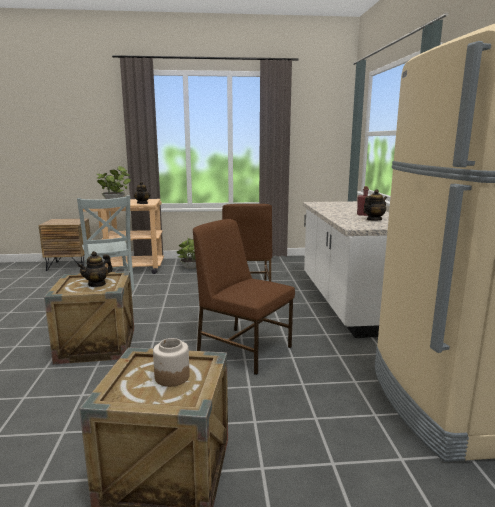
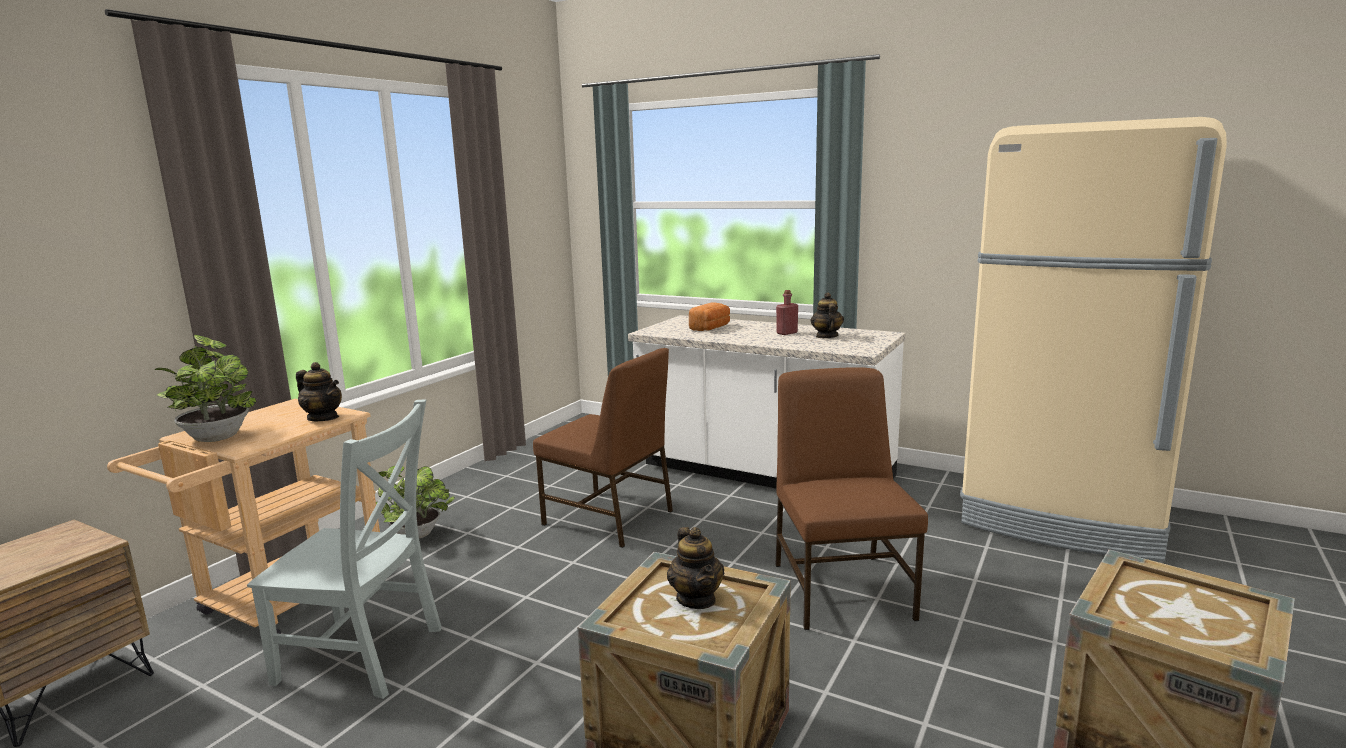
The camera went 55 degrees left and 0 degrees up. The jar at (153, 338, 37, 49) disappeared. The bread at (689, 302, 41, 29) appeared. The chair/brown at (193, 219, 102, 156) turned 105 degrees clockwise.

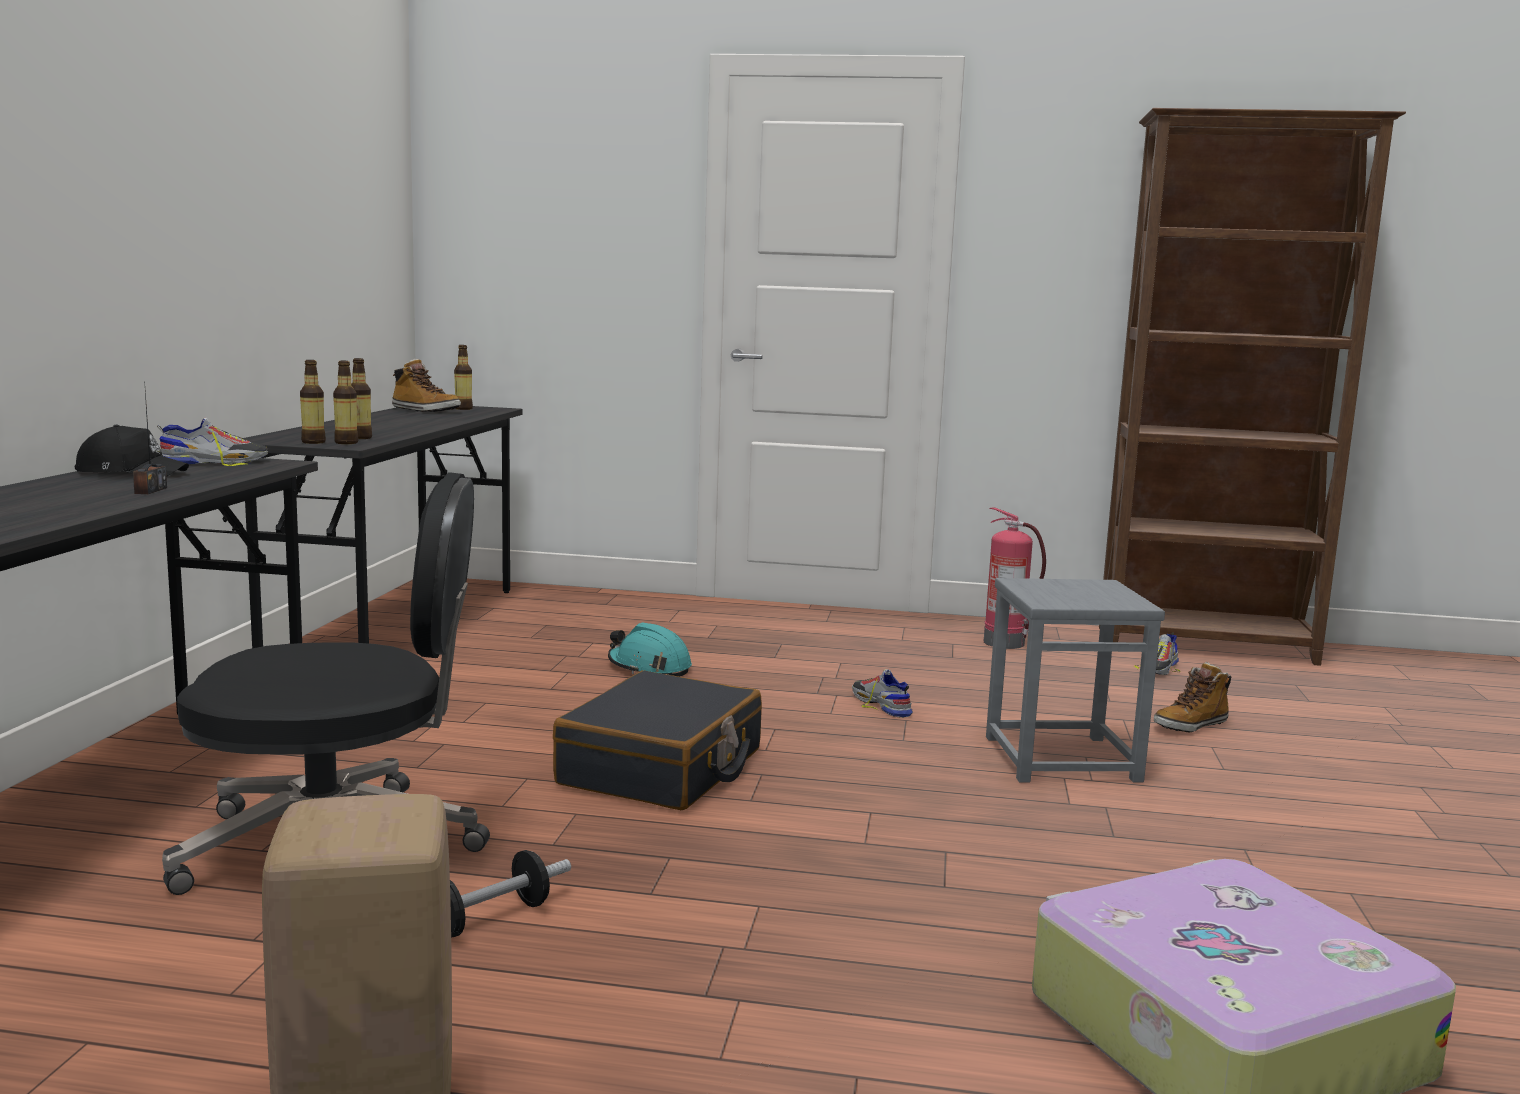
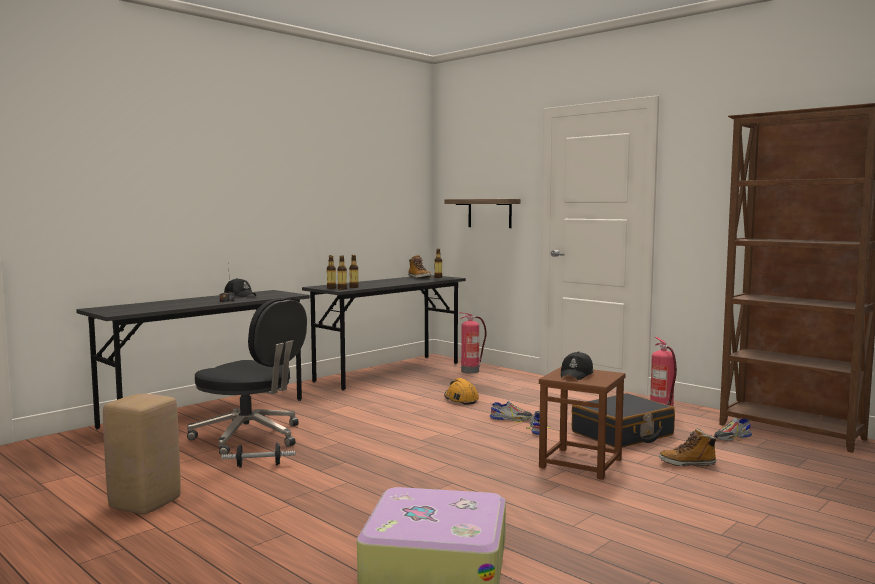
The camera went 35 degrees right and 5 degrees down. The shelf at (445, 199, 75, 29) appeared. The fire extinguisher at (459, 312, 27, 62) appeared. The cap/black at (561, 351, 32, 29) appeared. The shoe moved from (157, 418, 112, 48) to (490, 401, 42, 22). The suitcase/black moved from (553, 671, 209, 139) to (572, 393, 103, 55). The hard hat/turquoise at (608, 622, 84, 55) became the hard hat/orange at (444, 378, 35, 27). The stool/grey at (986, 578, 179, 205) became the stool/brown at (539, 366, 87, 114).

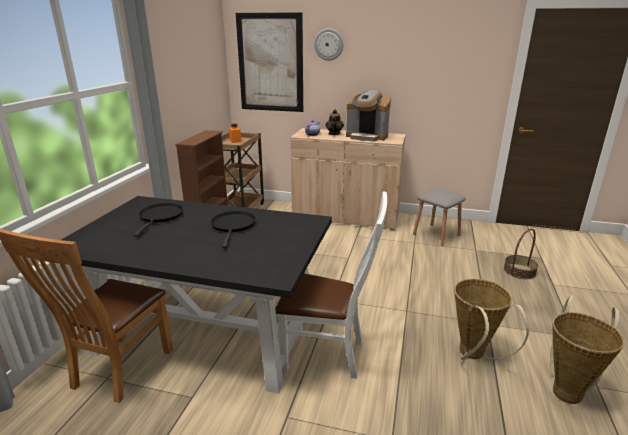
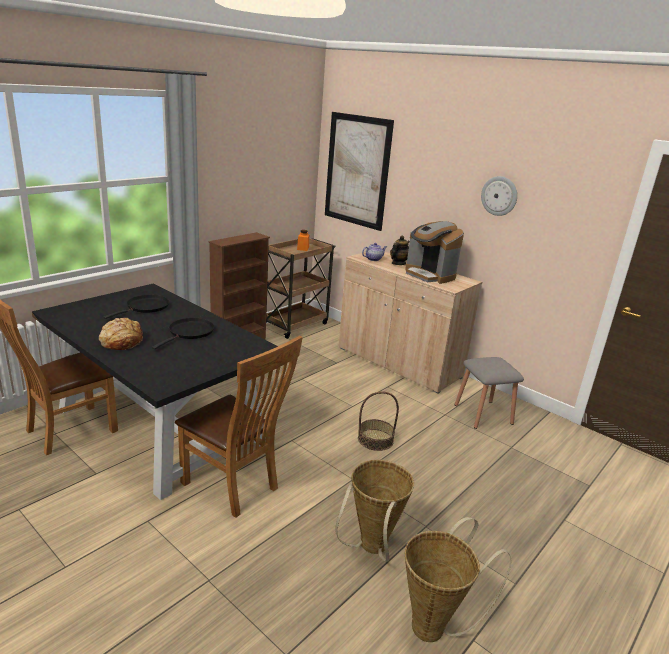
The camera went 25 degrees right and 0 degrees up. The bread at (99, 318, 44, 32) appeared. The wall clock moved from (314, 28, 30, 33) to (481, 176, 36, 40). The basket moved from (503, 229, 35, 50) to (358, 391, 41, 60). The chair/white at (275, 191, 112, 188) became the chair/brown at (175, 336, 128, 182).

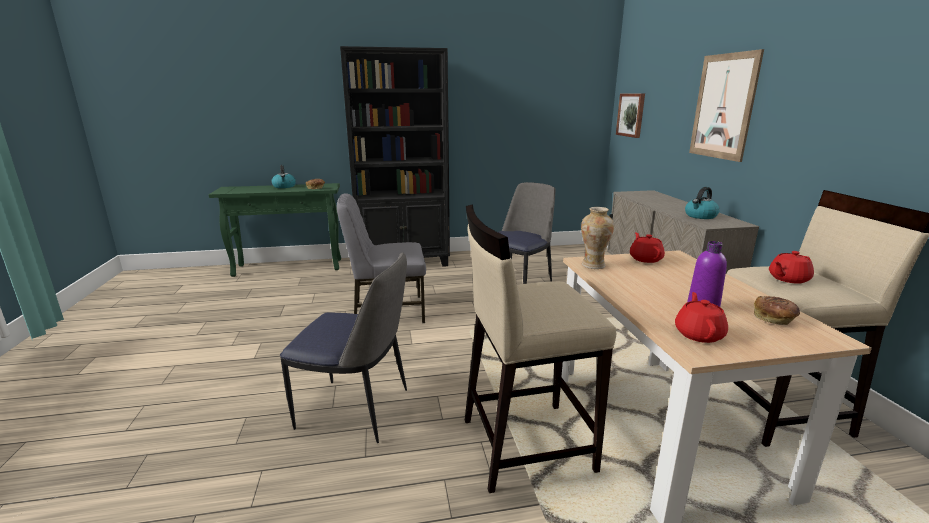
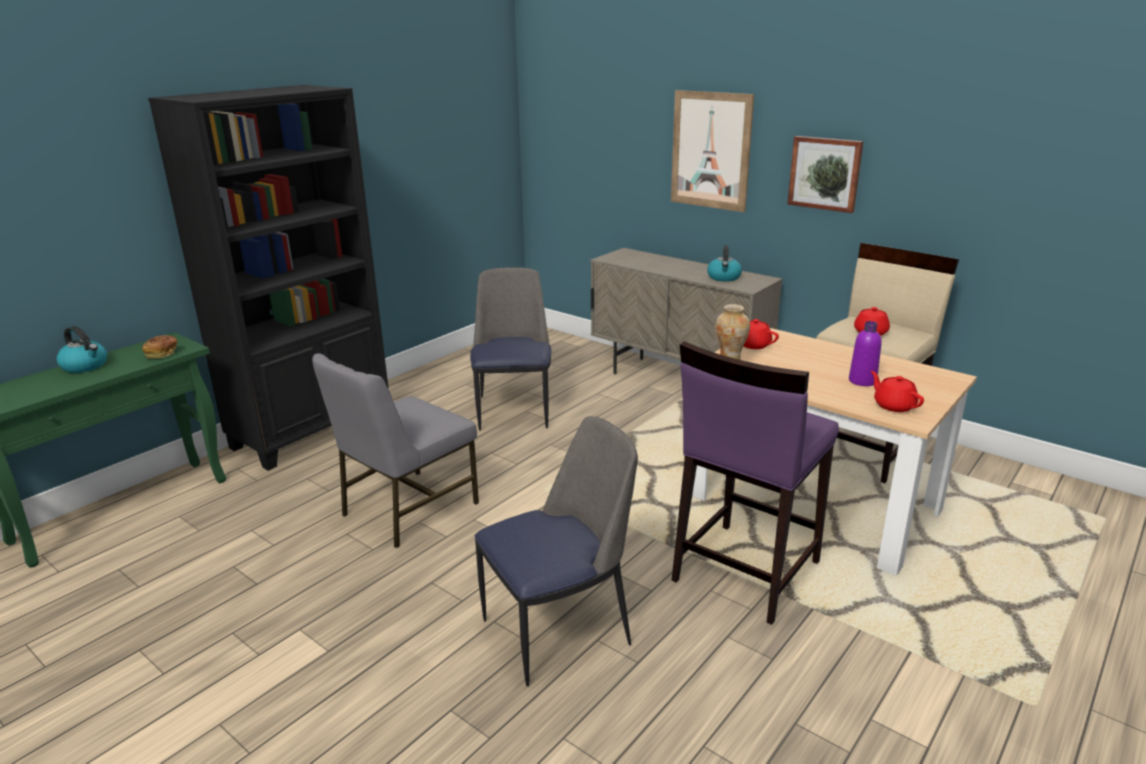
The camera went 40 degrees left and 5 degrees up. The bread at (754, 296, 46, 29) disappeared. The picture moved from (616, 93, 29, 45) to (788, 136, 76, 77). The stool/beige at (465, 204, 151, 289) became the stool/purple at (672, 341, 167, 284).

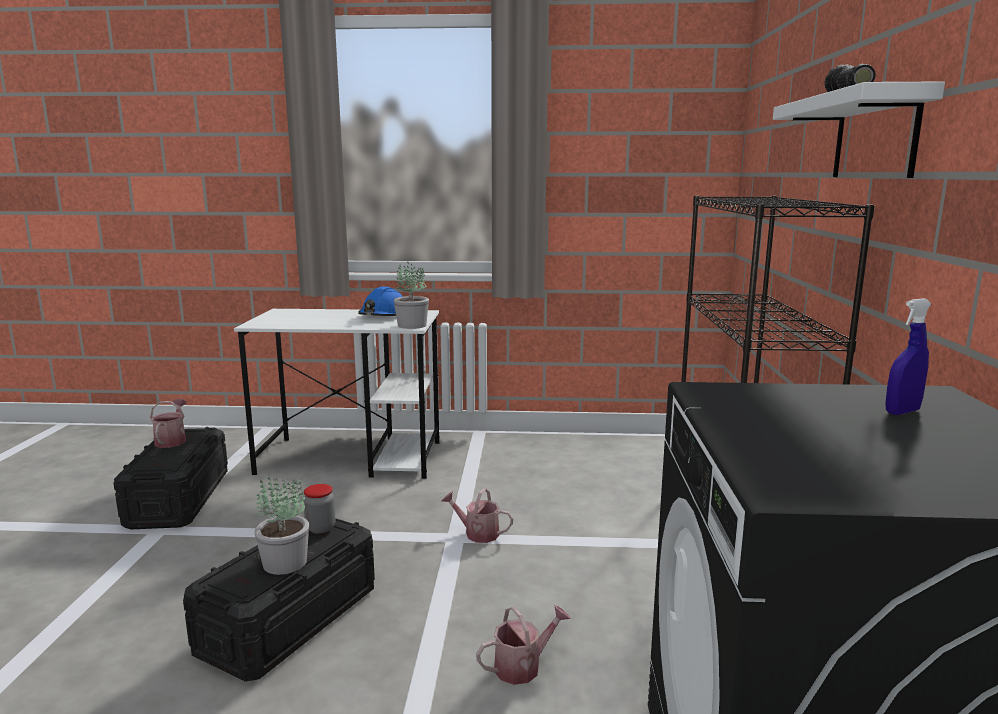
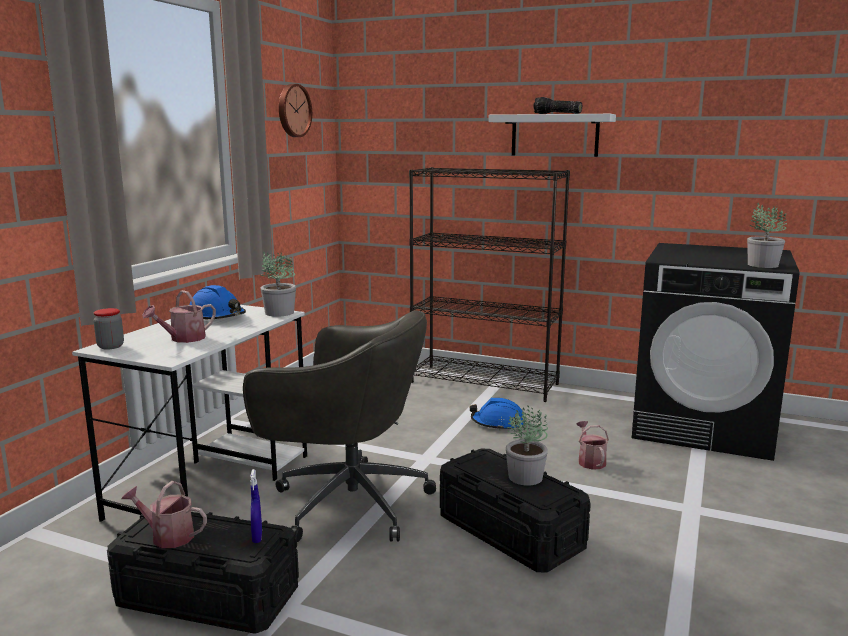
The camera went 70 degrees left and 0 degrees up. The office chair/grey at (243, 310, 193, 232) appeared. The wall clock at (279, 84, 33, 53) appeared. The hard hat/blue at (470, 398, 55, 33) appeared. The potted plant at (747, 202, 40, 66) appeared. The jar moved from (303, 484, 32, 50) to (93, 308, 31, 42). The watering can moved from (442, 488, 71, 55) to (142, 290, 74, 53). The spray bottle/blue moved from (885, 298, 46, 117) to (250, 469, 12, 74).

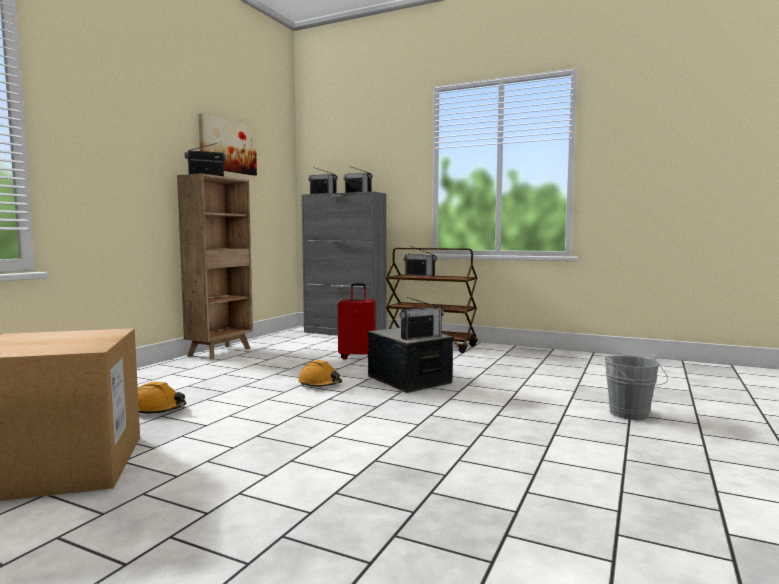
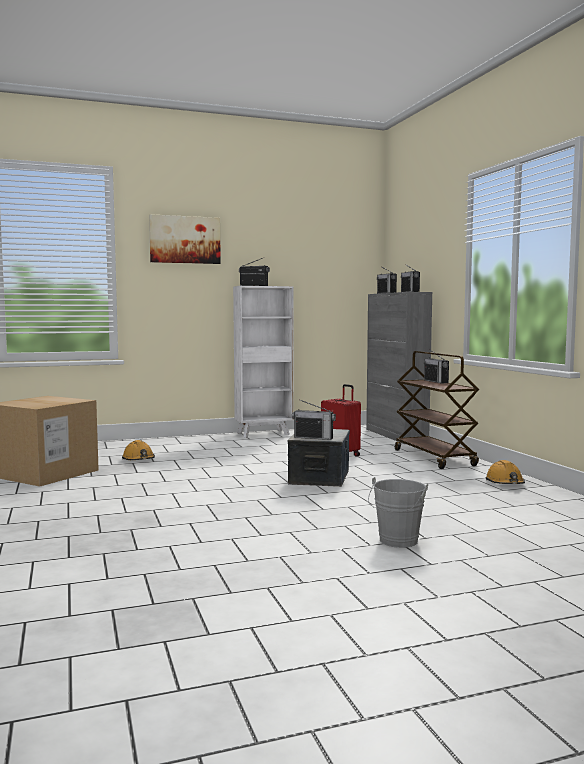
The camera went 45 degrees right and 0 degrees up. The picture moved from (199, 113, 58, 63) to (149, 214, 72, 50). The hard hat/orange moved from (298, 360, 44, 27) to (486, 460, 39, 24). The bookcase/brown at (177, 173, 76, 187) became the bookcase/white at (233, 286, 61, 152).

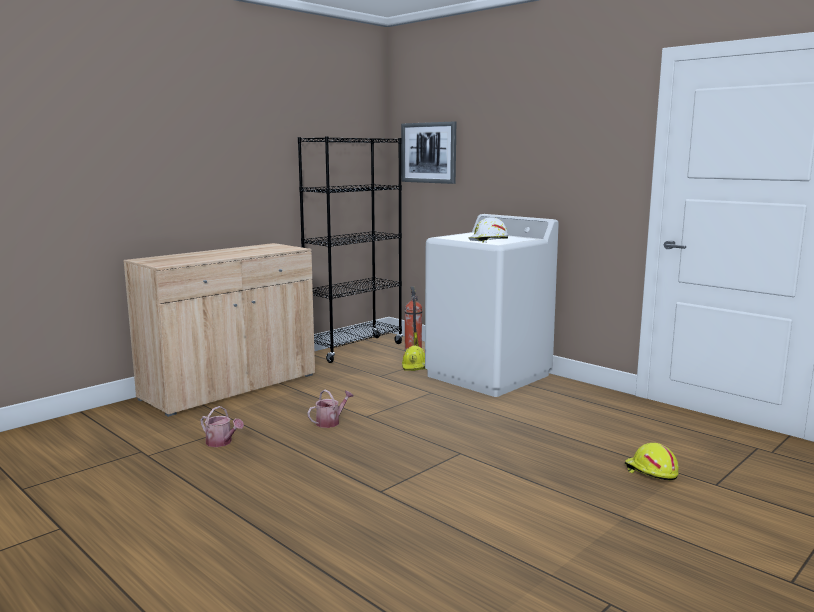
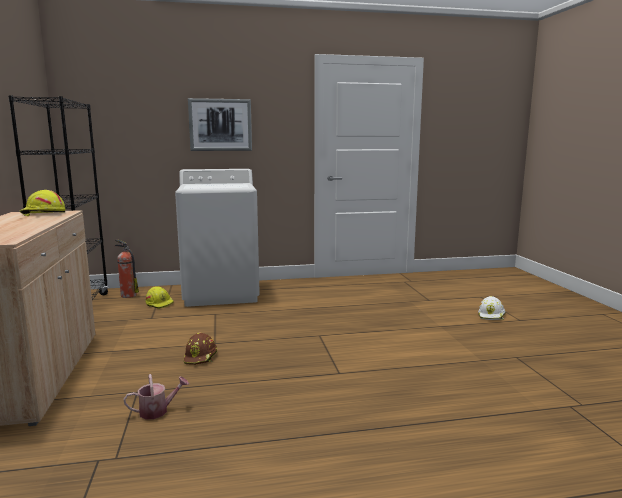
The camera went 55 degrees left and 0 degrees up. The picture moved from (401, 121, 55, 63) to (188, 98, 64, 53). The hard hat/white moved from (469, 217, 39, 26) to (478, 296, 28, 24). The hard hat/yellow moved from (625, 443, 54, 37) to (20, 190, 46, 26). The watering can at (307, 390, 47, 38) was replaced by the hard hat/brown at (184, 333, 33, 32).

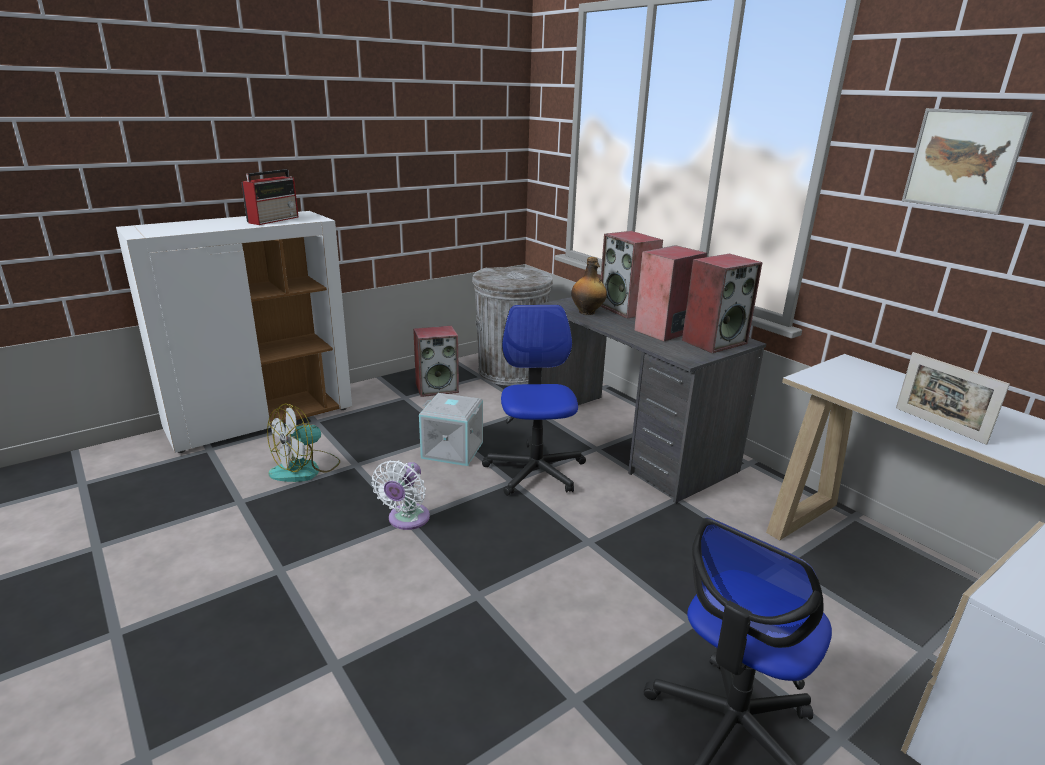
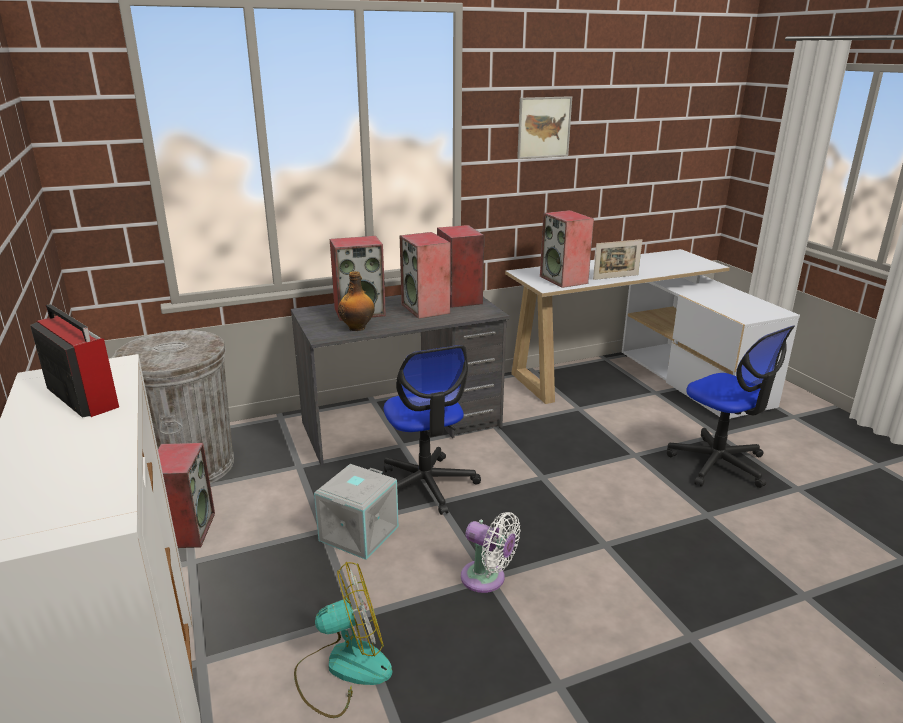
The camera went 75 degrees left and 0 degrees up. The speaker at (540, 210, 54, 78) appeared. The fan at (267, 403, 73, 79) turned 75 degrees counterclockwise. The office chair at (482, 305, 104, 191) turned 120 degrees counterclockwise.

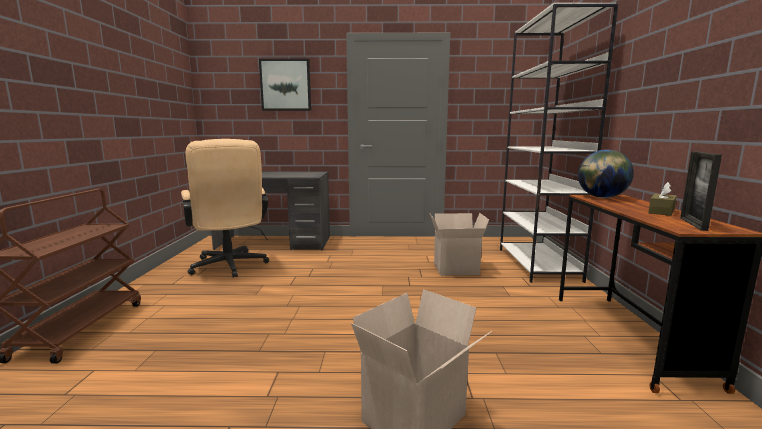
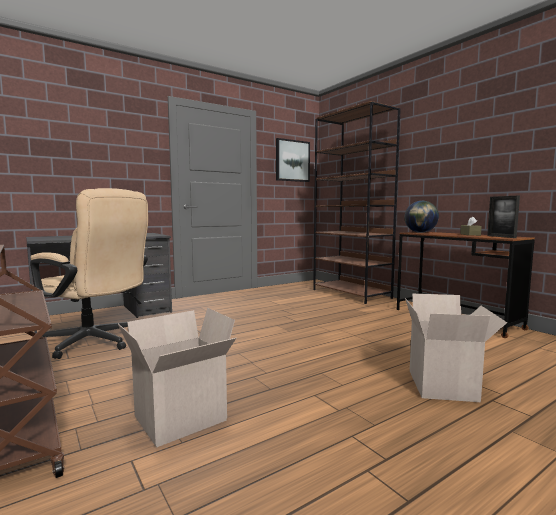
The camera went 35 degrees left and 5 degrees down. The picture moved from (259, 59, 52, 52) to (276, 138, 34, 44). The cardboard box moved from (430, 213, 59, 63) to (118, 308, 118, 140). The bookcase/white at (500, 3, 118, 280) became the bookcase/brown at (313, 101, 88, 203).

